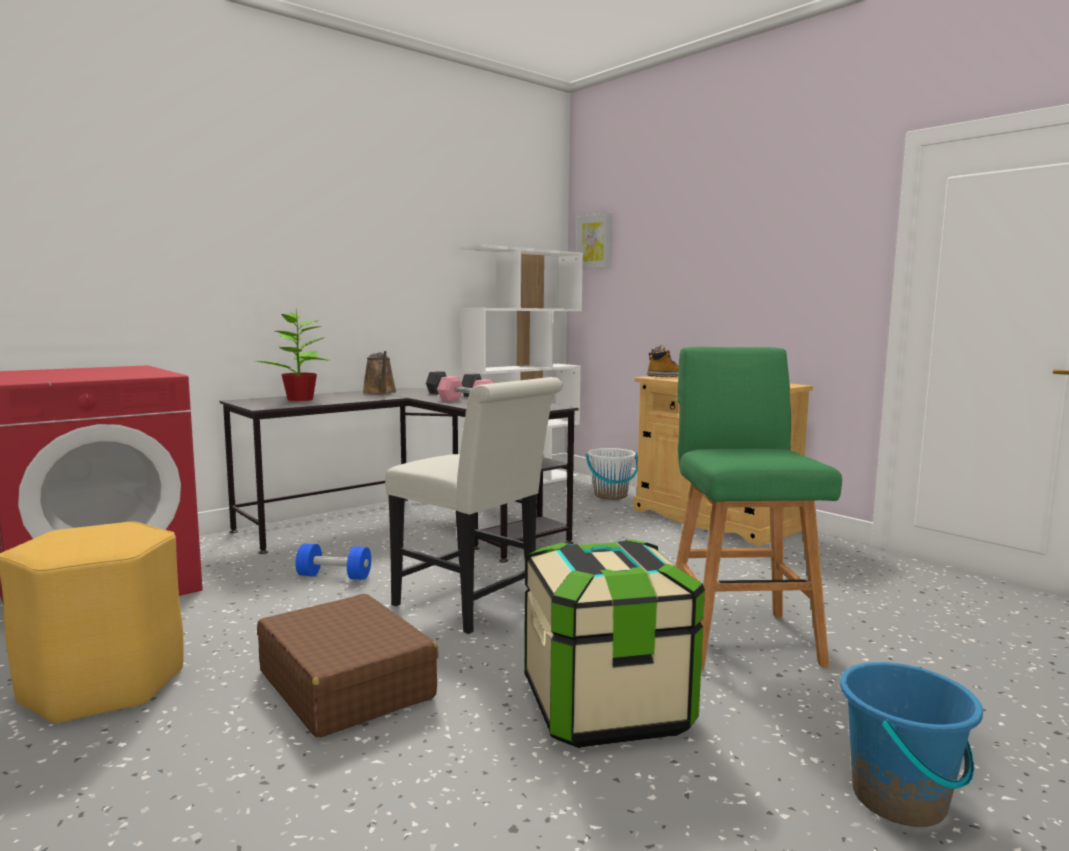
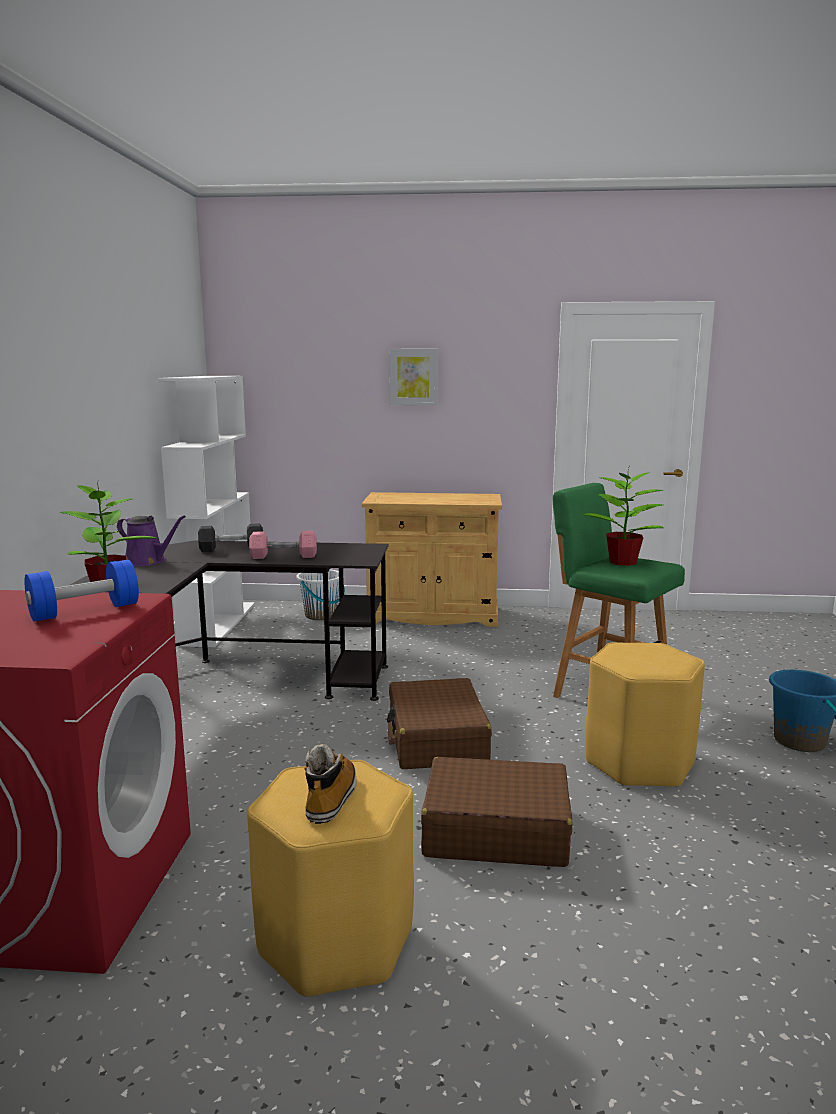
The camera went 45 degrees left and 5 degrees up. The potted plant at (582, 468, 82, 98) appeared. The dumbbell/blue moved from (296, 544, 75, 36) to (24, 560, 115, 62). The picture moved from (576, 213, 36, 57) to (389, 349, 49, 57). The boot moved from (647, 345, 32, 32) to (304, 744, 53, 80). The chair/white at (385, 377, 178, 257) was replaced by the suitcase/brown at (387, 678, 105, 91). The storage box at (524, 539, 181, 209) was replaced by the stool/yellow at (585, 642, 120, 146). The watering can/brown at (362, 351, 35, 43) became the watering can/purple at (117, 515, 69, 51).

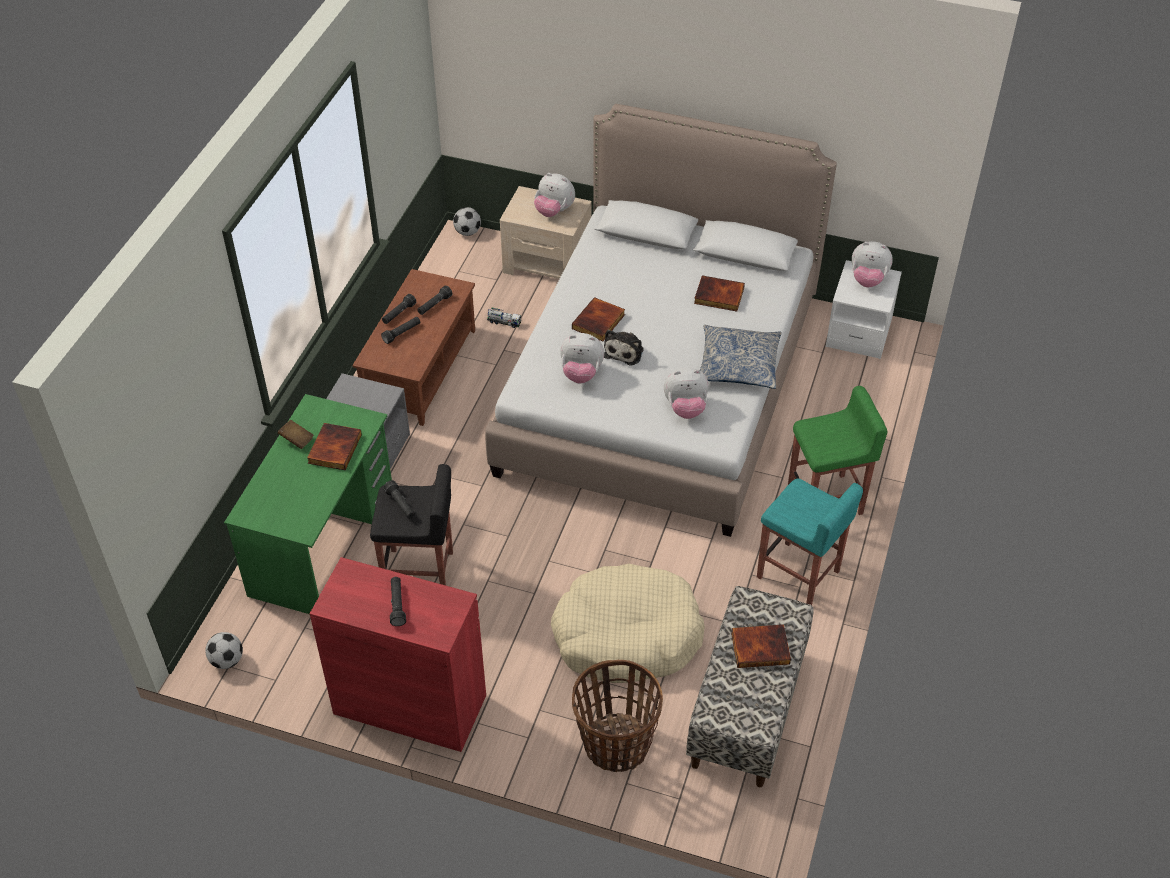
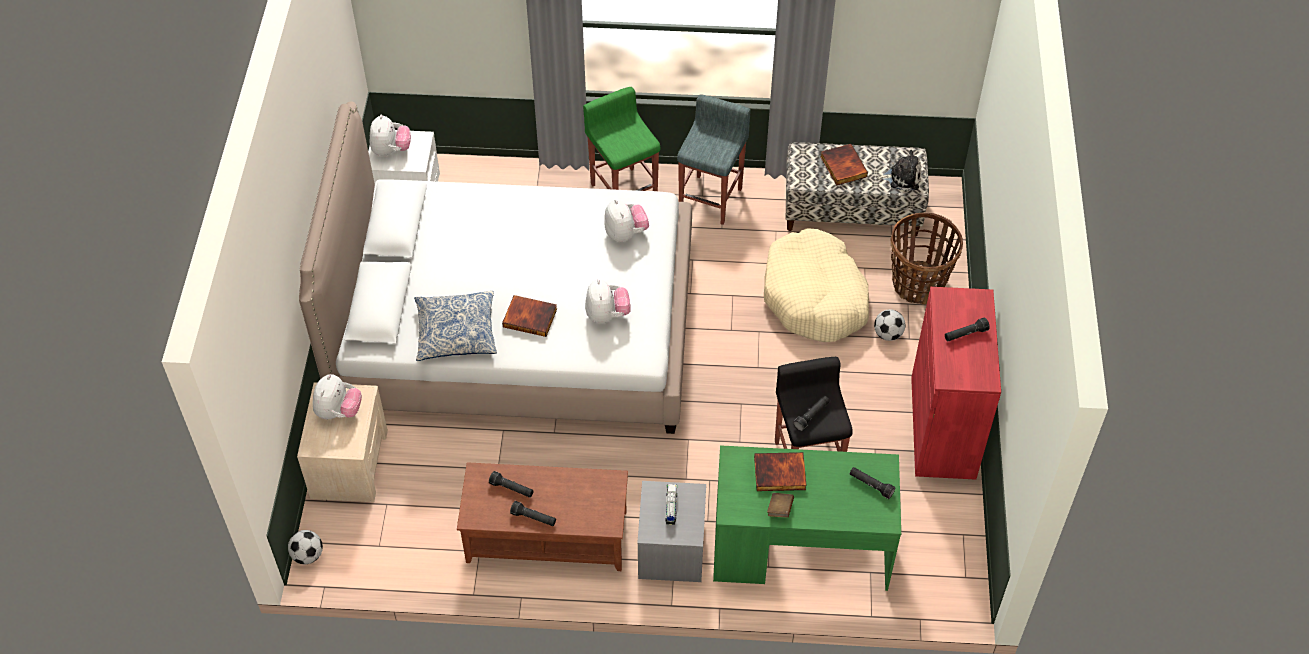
The camera went 105 degrees left and 5 degrees up. The book at (694, 275, 51, 36) disappeared. The football moved from (205, 632, 38, 37) to (874, 310, 31, 31). The flashlight/black moved from (381, 317, 39, 27) to (850, 467, 45, 32). The toy truck moved from (487, 307, 34, 21) to (665, 484, 12, 41). The plush toy moved from (604, 330, 40, 35) to (877, 150, 44, 41). The pillow moved from (700, 325, 82, 64) to (414, 291, 83, 70). The stool/turquoise at (757, 478, 106, 127) became the stool/grey at (677, 95, 74, 130).

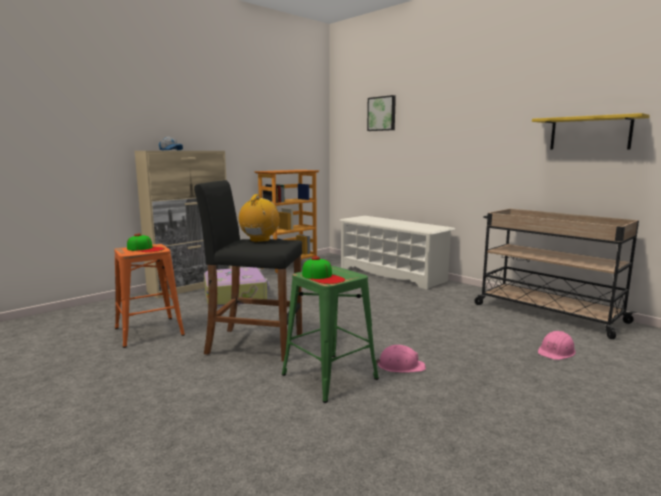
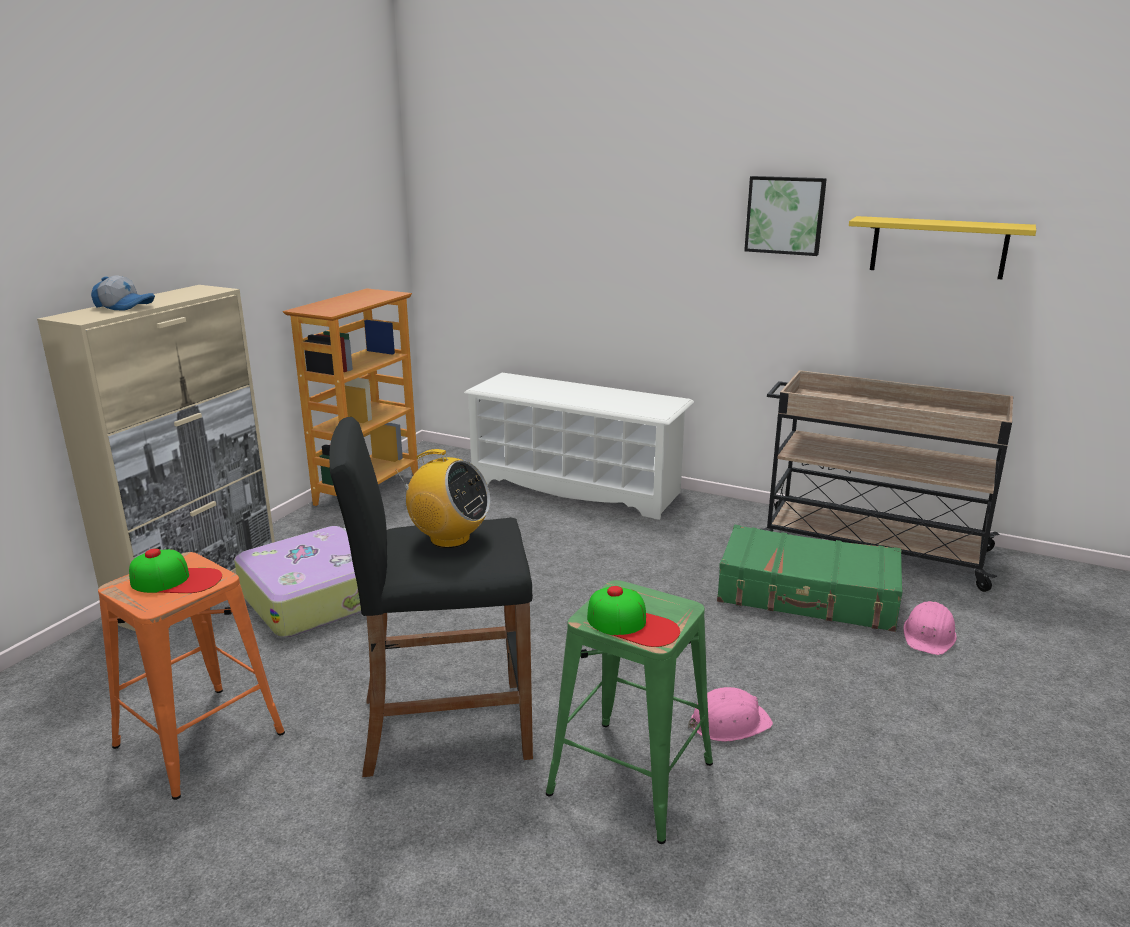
The camera went 20 degrees left and 10 degrees up. The suitcase/green at (717, 525, 186, 107) appeared. The picture moved from (367, 95, 29, 36) to (744, 176, 83, 80). The radio at (239, 194, 41, 48) turned 120 degrees clockwise.

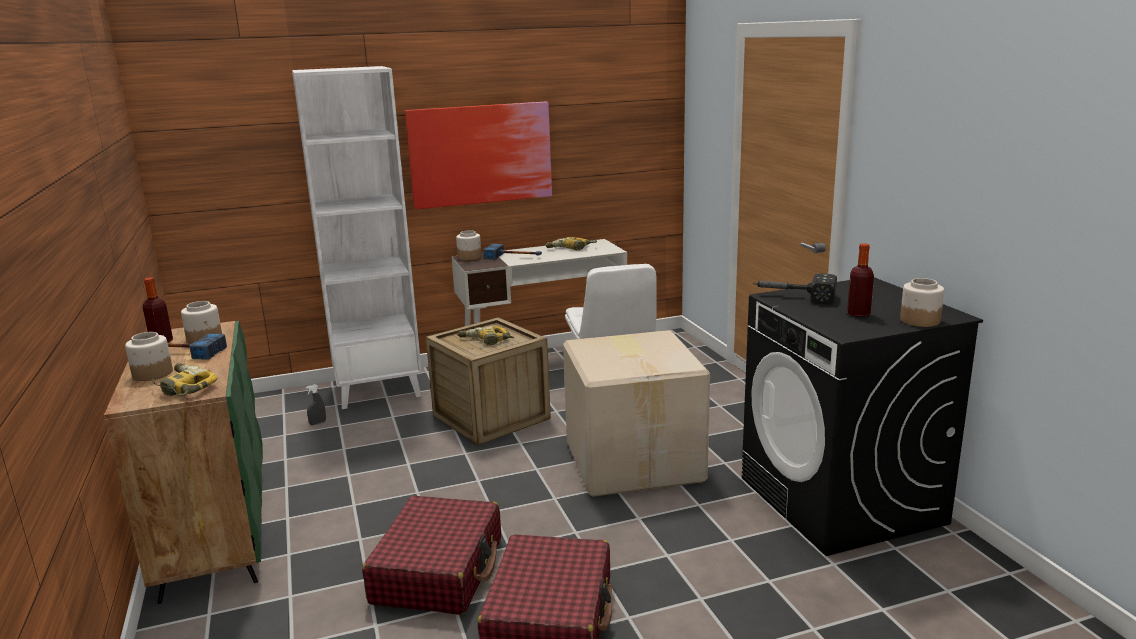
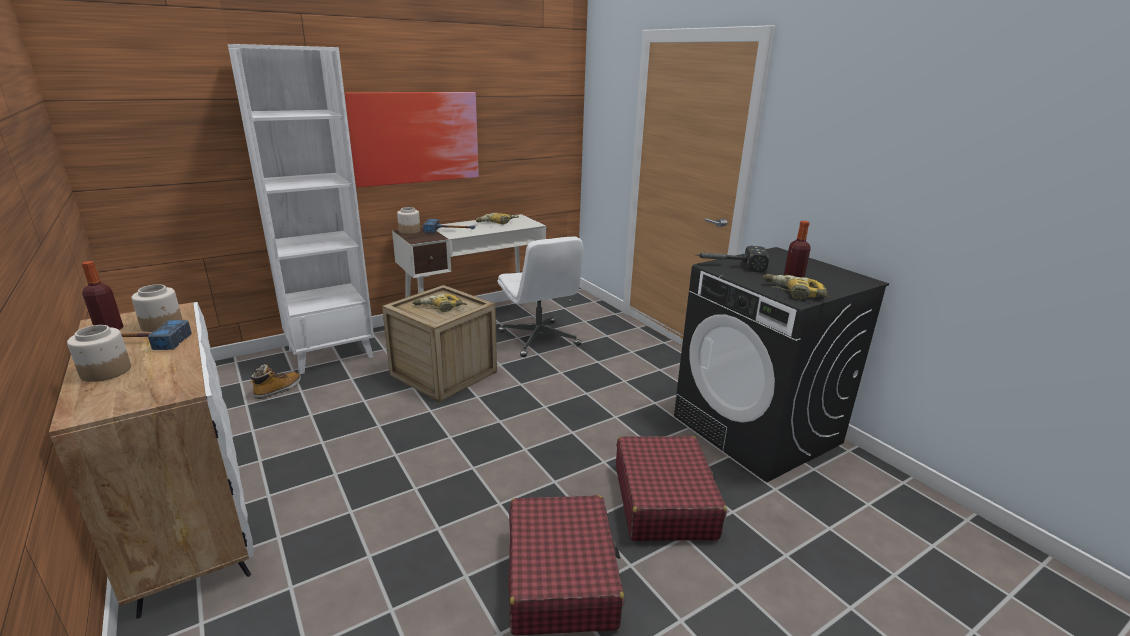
The camera went 15 degrees left and 5 degrees up. The cardboard box at (563, 330, 147, 167) disappeared. The jar at (900, 278, 44, 49) disappeared. The power drill moved from (152, 363, 66, 33) to (763, 274, 68, 25). The suitcase/red moved from (362, 496, 139, 119) to (616, 436, 111, 105). The spray bottle/grey at (305, 384, 21, 41) was replaced by the boot at (250, 364, 51, 35). The cabinet/green at (104, 321, 159, 283) became the cabinet/white at (49, 302, 205, 317).

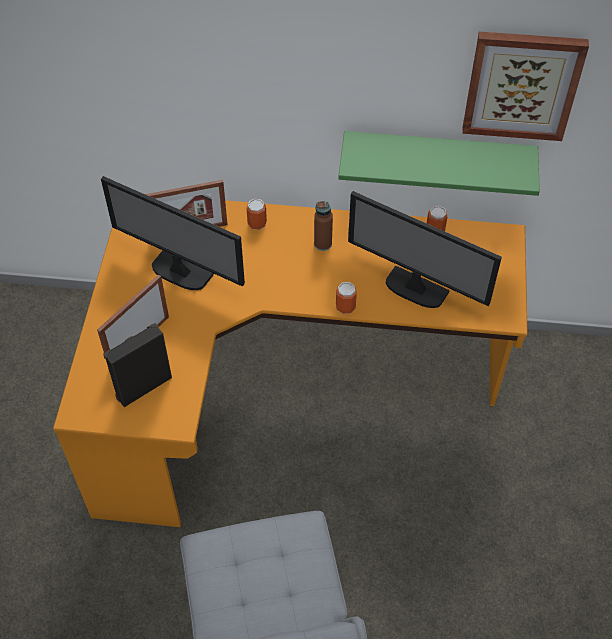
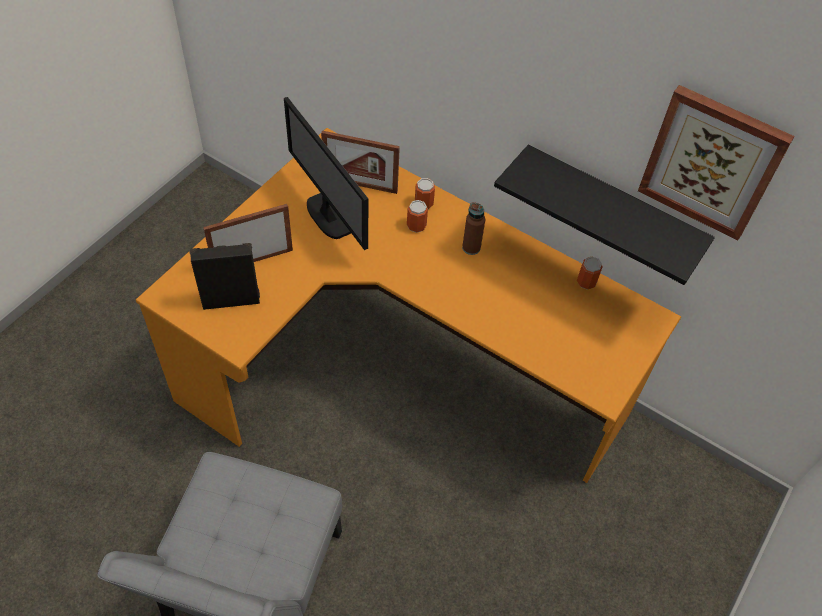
The camera went 25 degrees right and 0 degrees up. The monitor at (348, 191, 154, 117) disappeared. The can moved from (336, 282, 21, 32) to (407, 200, 21, 33). The shelf/green at (338, 131, 202, 65) became the shelf/black at (494, 145, 221, 140).

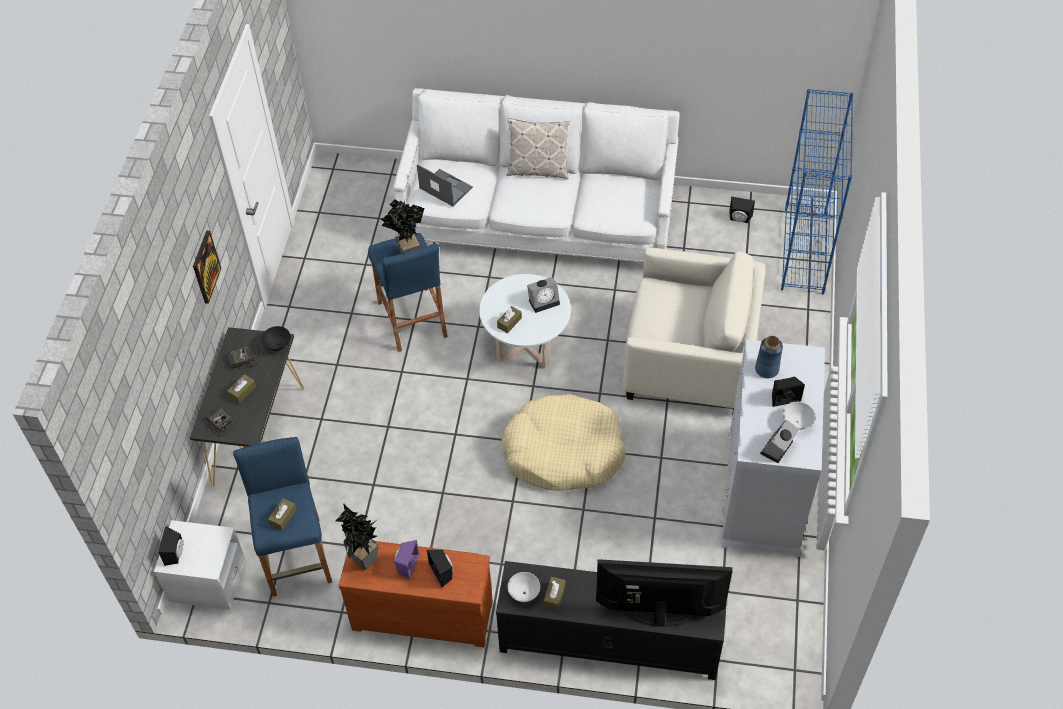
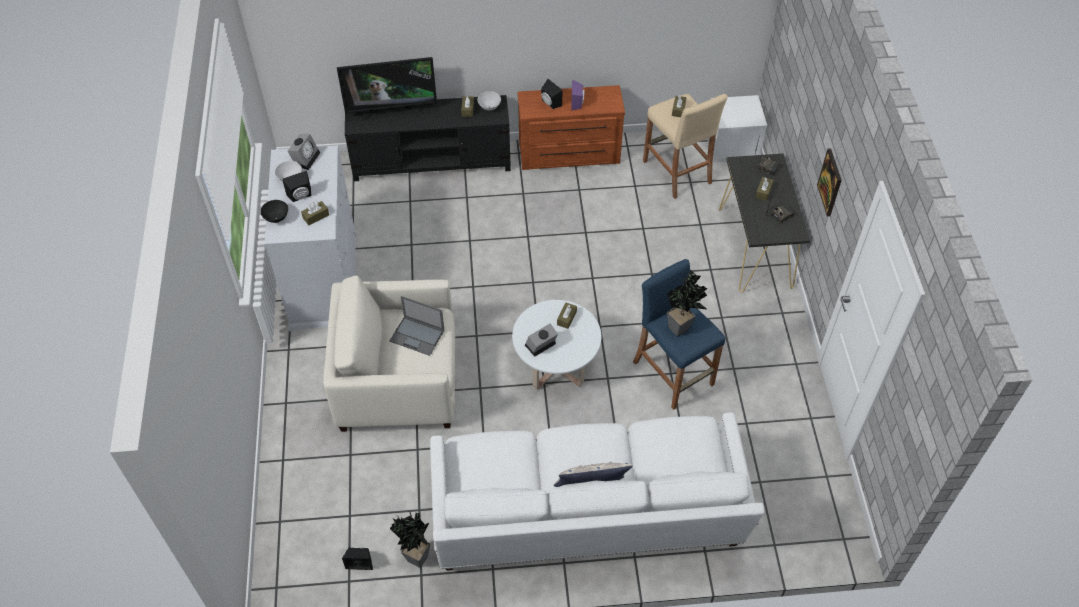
The camera went 165 degrees right and 0 degrees up. The speaker/black at (158, 526, 25, 40) disappeared. The dog bed/beige at (502, 394, 124, 97) disappeared. The bookcase/blue at (781, 89, 72, 205) disappeared. The bowl/black moved from (261, 326, 29, 25) to (260, 200, 28, 23). The potted plant moved from (336, 503, 43, 67) to (390, 511, 40, 57). The laptop moved from (417, 164, 56, 42) to (389, 296, 56, 60). The vase/blue at (755, 336, 28, 42) was replaced by the tissue box/brown at (301, 201, 28, 24). The stool/blue at (233, 437, 99, 160) became the stool/beige at (643, 94, 85, 105).

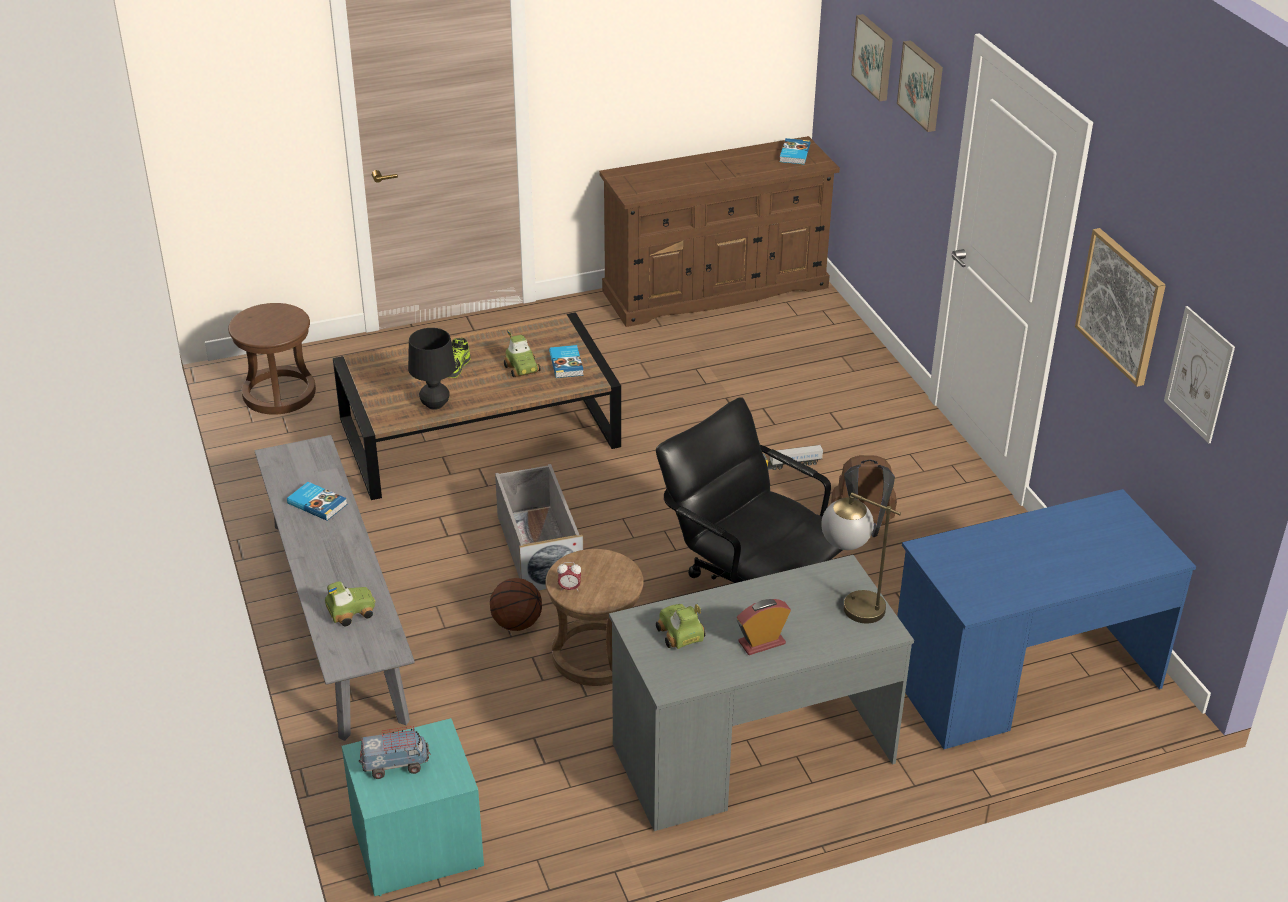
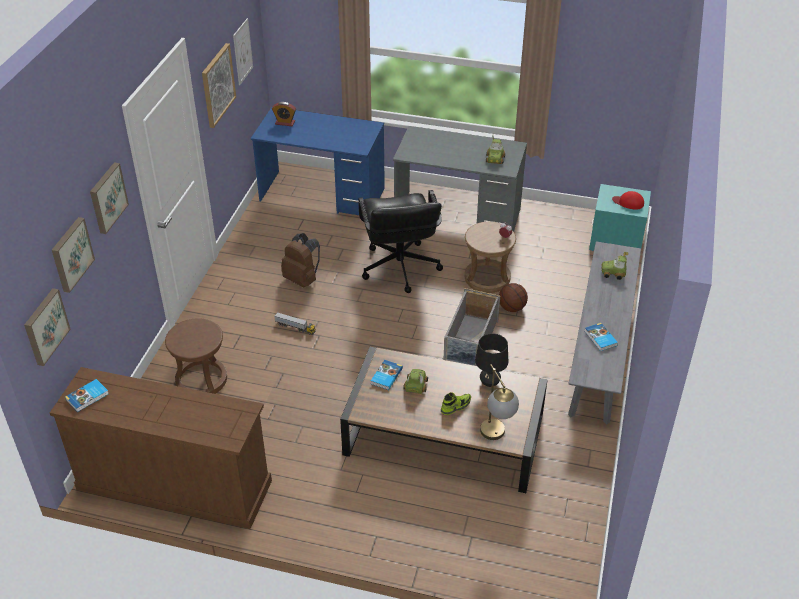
The camera went 145 degrees left and 5 degrees up. The picture at (24, 288, 47, 78) appeared. The stool/brown moved from (228, 303, 88, 112) to (165, 318, 62, 76). The alarm clock moved from (737, 599, 54, 56) to (272, 102, 24, 24). The table lamp moved from (821, 492, 80, 132) to (480, 364, 39, 76). The toy truck at (359, 726, 72, 53) was replaced by the cap/red at (612, 191, 32, 19).

